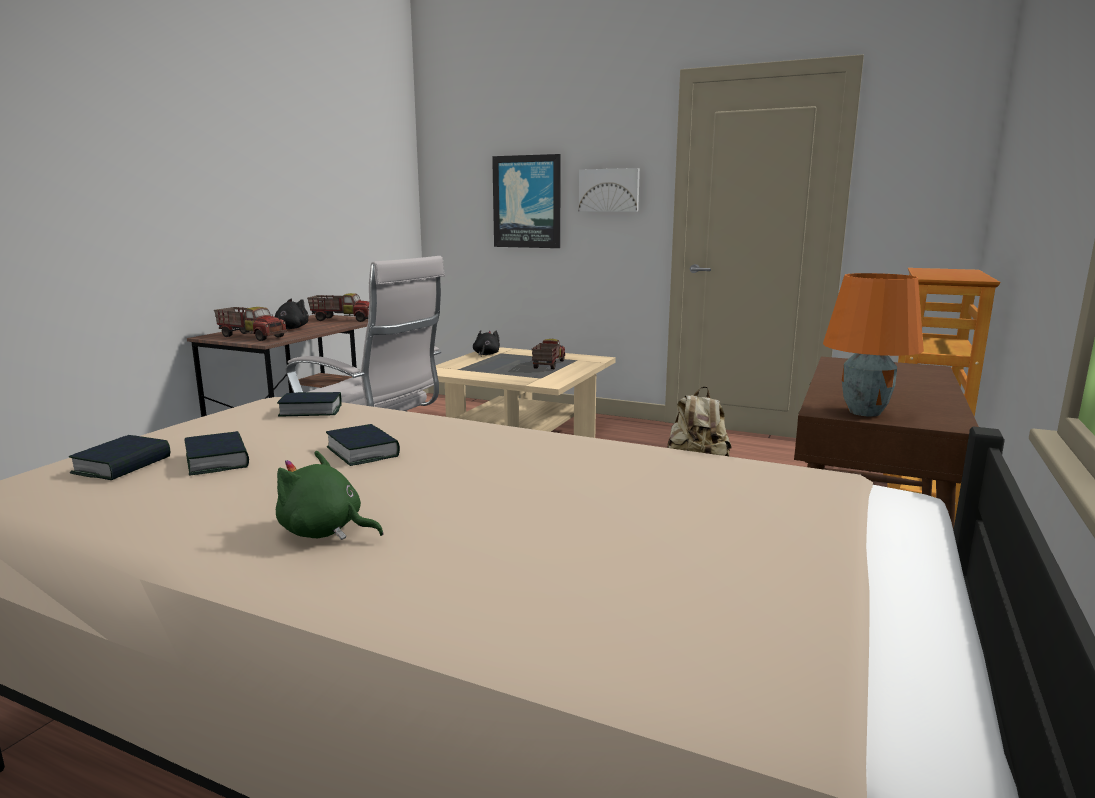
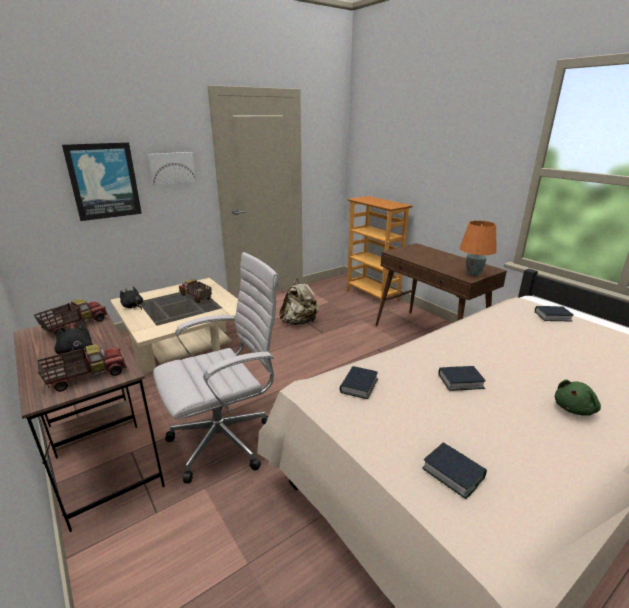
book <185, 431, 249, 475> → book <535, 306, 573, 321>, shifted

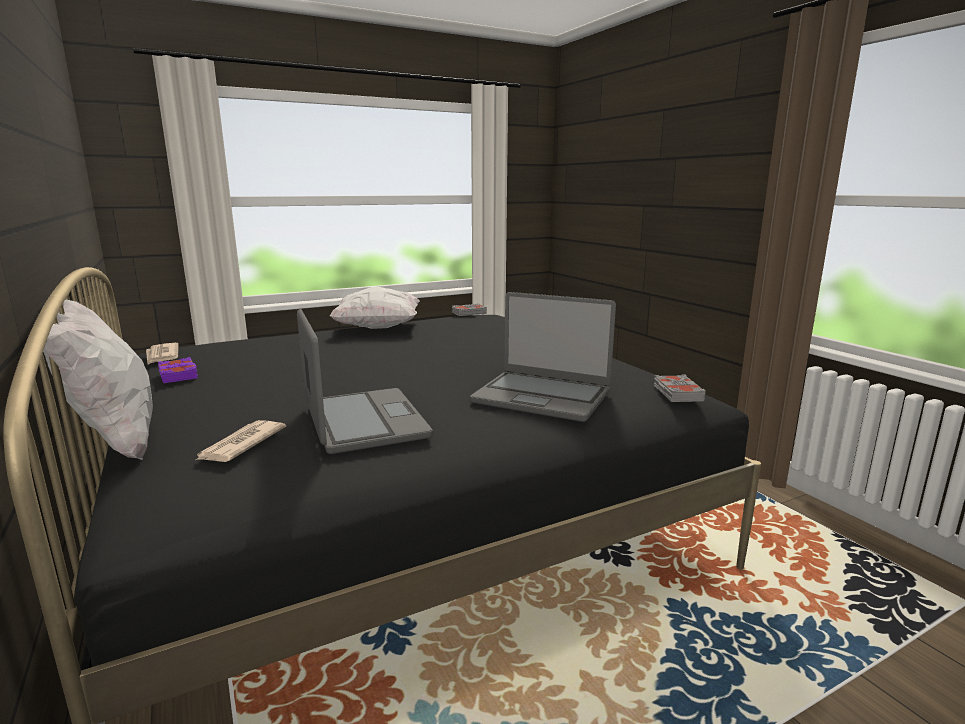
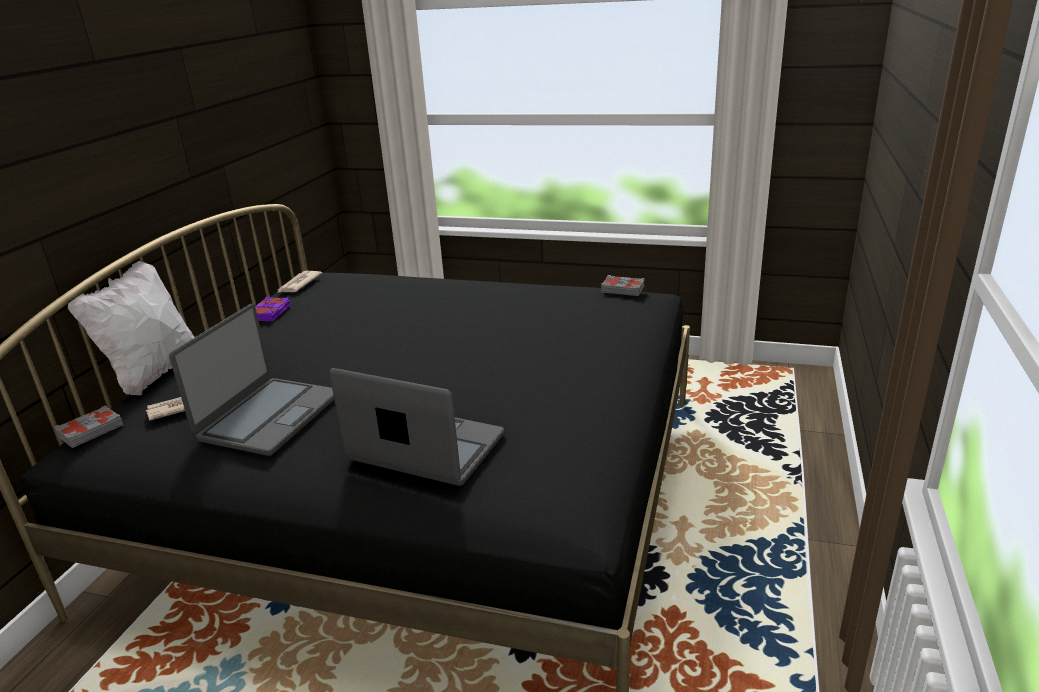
grey book <654, 374, 706, 402> → grey book <54, 405, 123, 448>, shifted
laptop <470, 292, 616, 422> → laptop <329, 368, 504, 486>, 135 degrees clockwise
white pillow <329, 287, 420, 329> → -

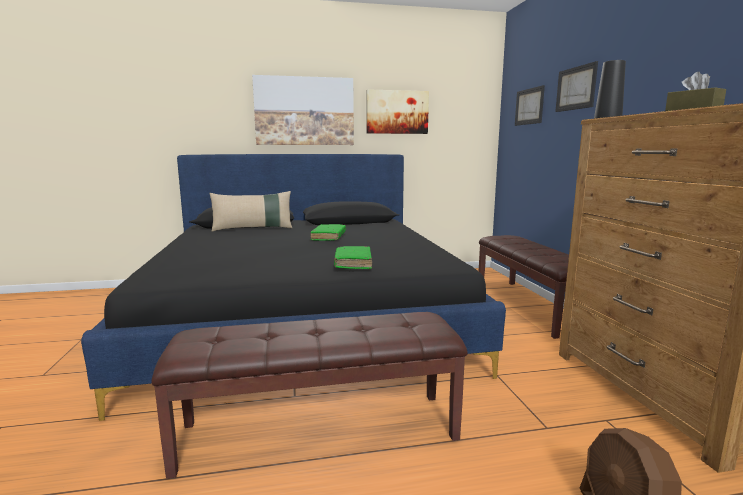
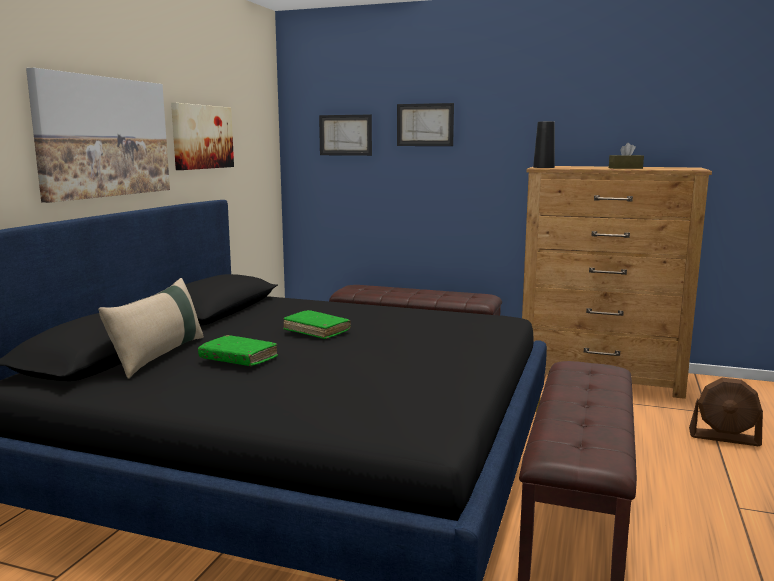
green book <334, 246, 372, 269> → green book <198, 335, 278, 366>, shifted

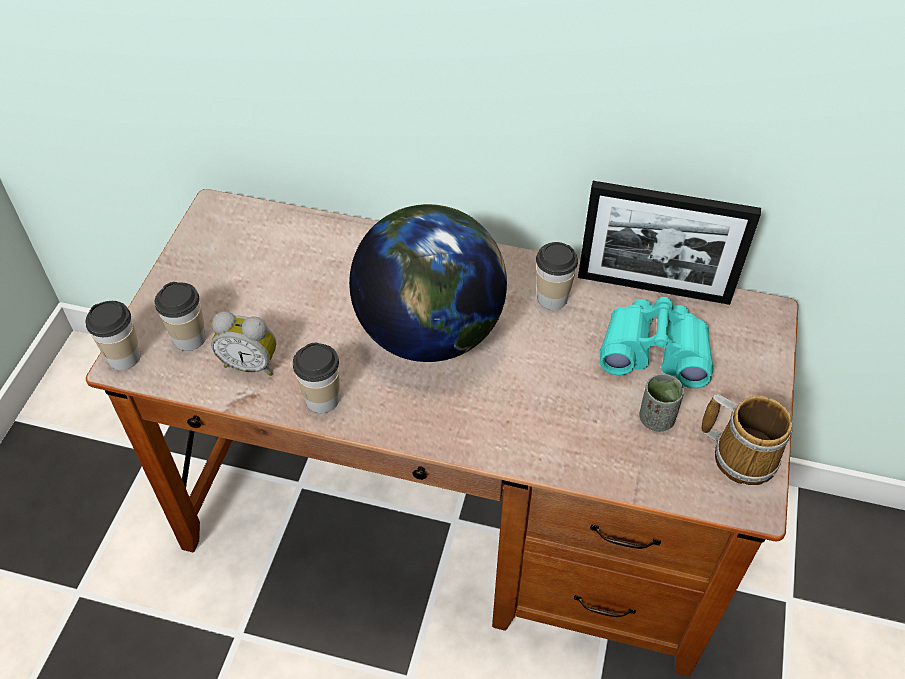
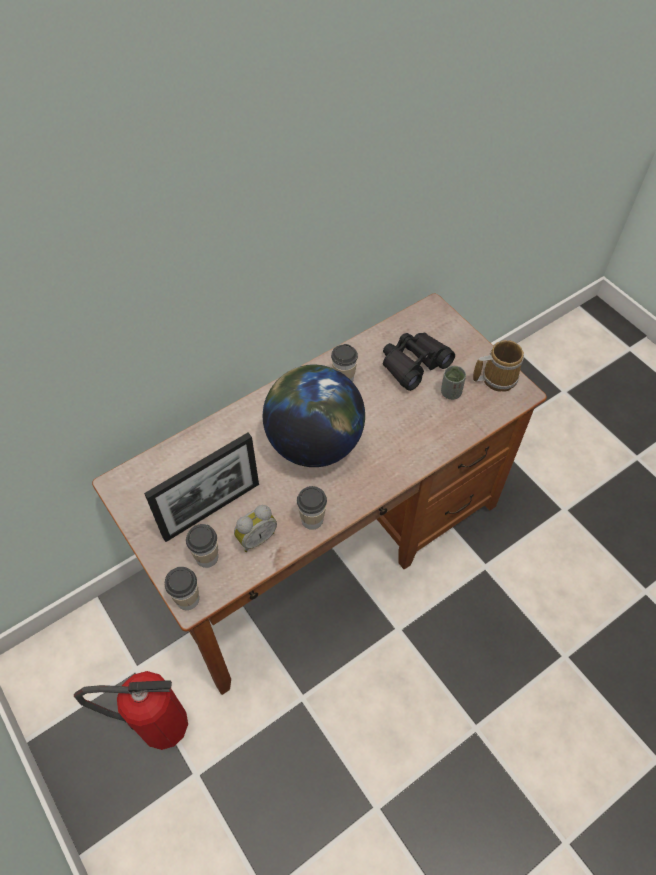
- → fire extinguisher <74, 671, 188, 750>
picture frame <578, 181, 761, 305> → picture frame <144, 433, 259, 542>, shifted
turquoise binoculars <600, 297, 714, 388> → black binoculars <383, 333, 455, 391>

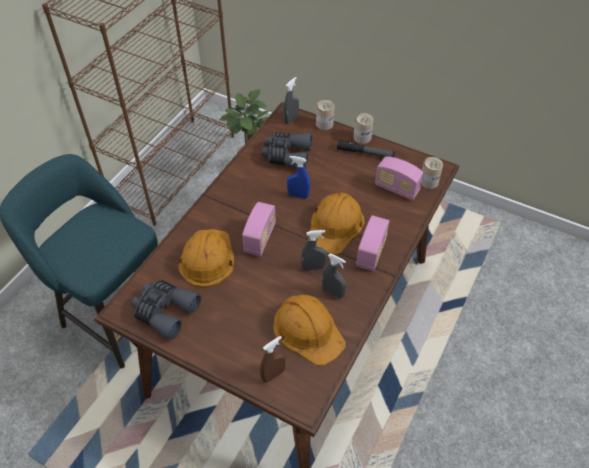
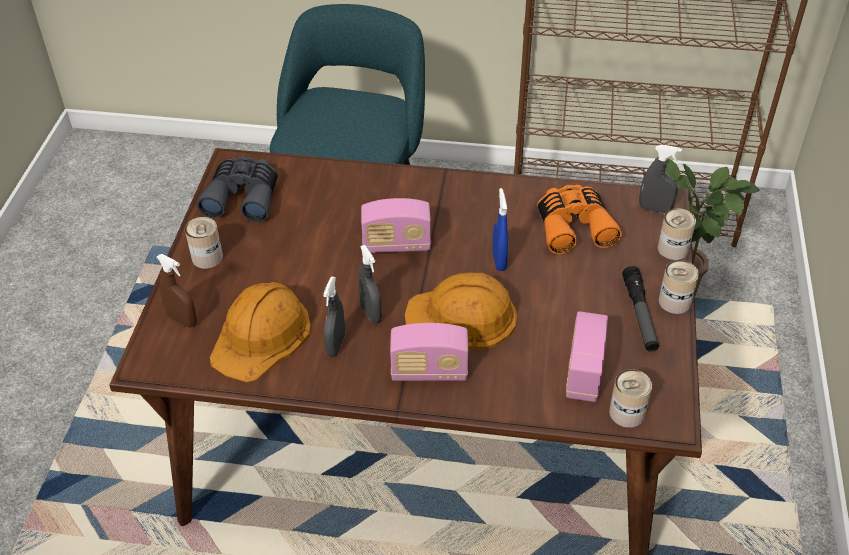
- → can <185, 217, 223, 269>
grey binoculars <262, 132, 312, 169> → orange binoculars <537, 185, 622, 254>
orange hard hat <178, 229, 234, 288> → -

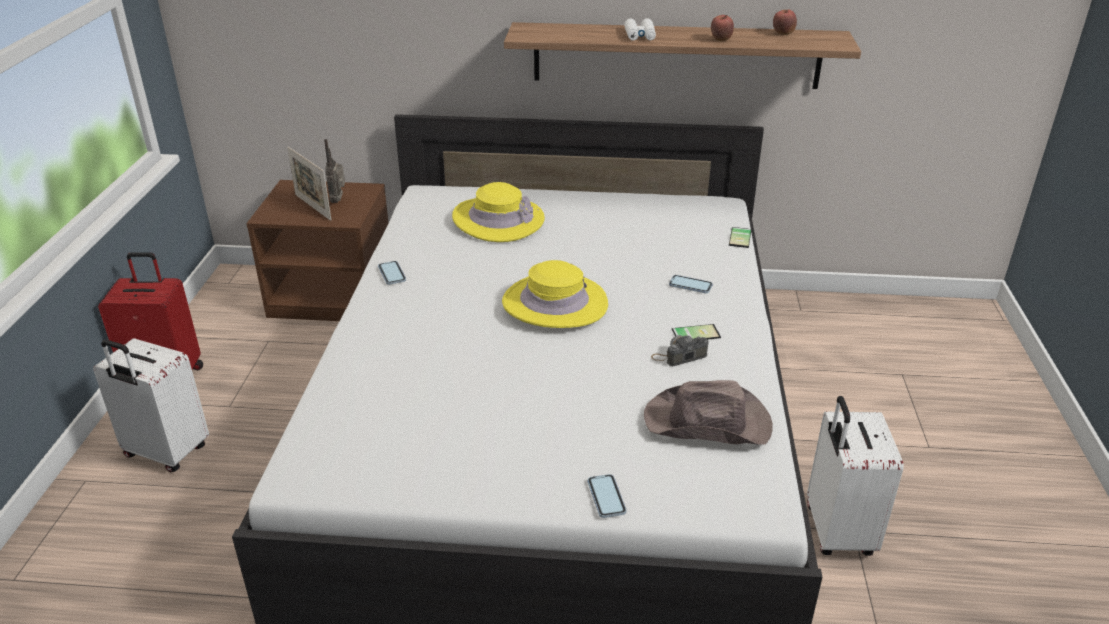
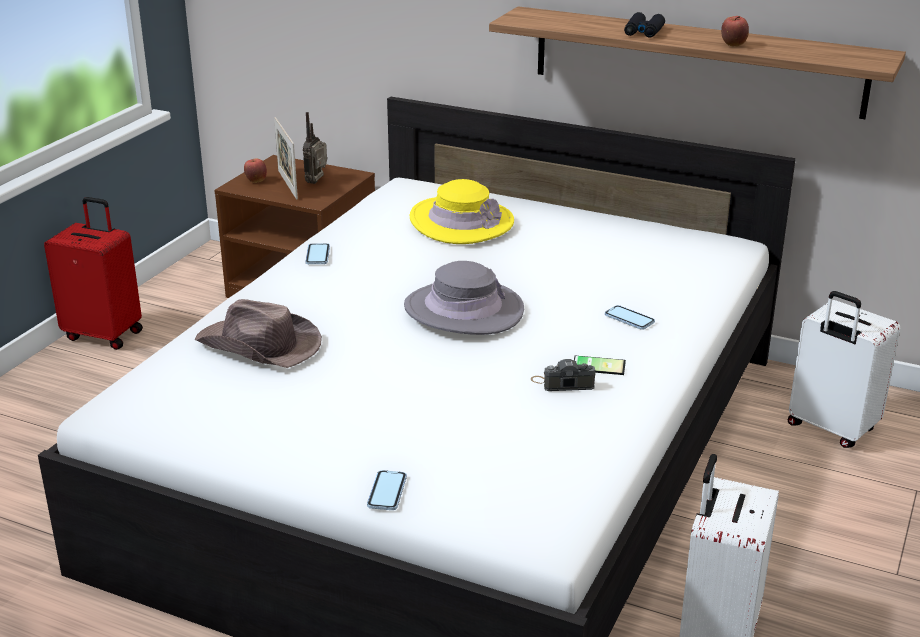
brown hat <644, 380, 773, 445> → brown hat <195, 299, 322, 368>, shifted
apple <773, 10, 797, 35> → apple <244, 159, 267, 183>, shifted
yellow hat <502, 260, 608, 328> → grey hat <404, 261, 524, 335>
white binoculars <624, 18, 656, 41> → black binoculars <624, 12, 665, 38>
white suitcase <93, 338, 209, 472> → white suitcase <788, 291, 900, 448>, shifted
phone <729, 227, 751, 248> → -

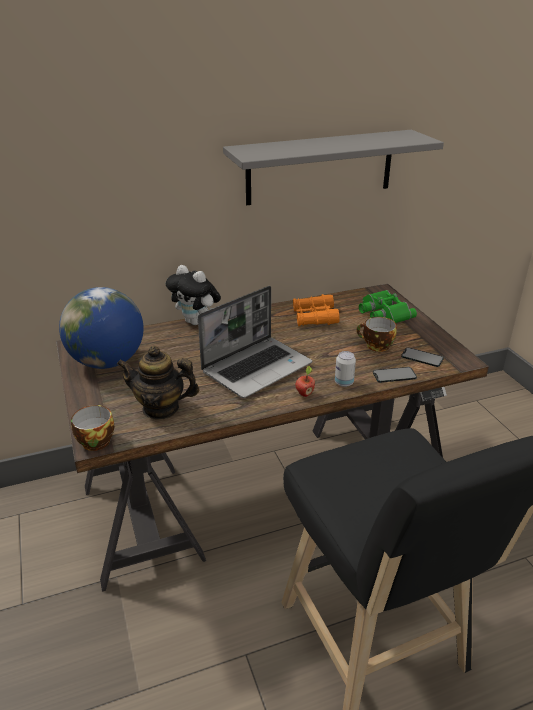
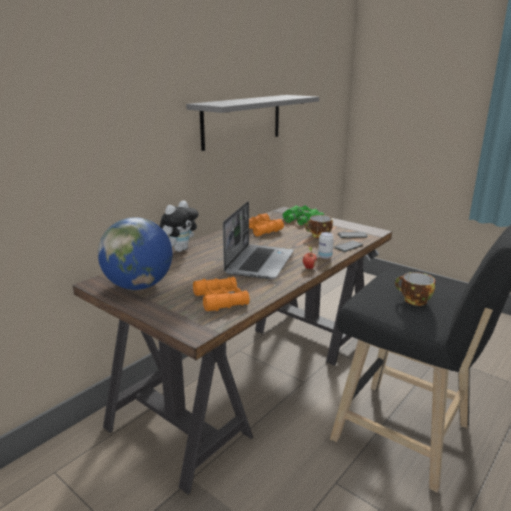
plush toy <166, 265, 221, 325> → plush toy <159, 201, 199, 252>, 60 degrees counterclockwise
teapot <117, 346, 199, 420> → orange binoculars <193, 277, 250, 311>
cup <71, 405, 114, 451> → cup <395, 272, 435, 306>, shifted

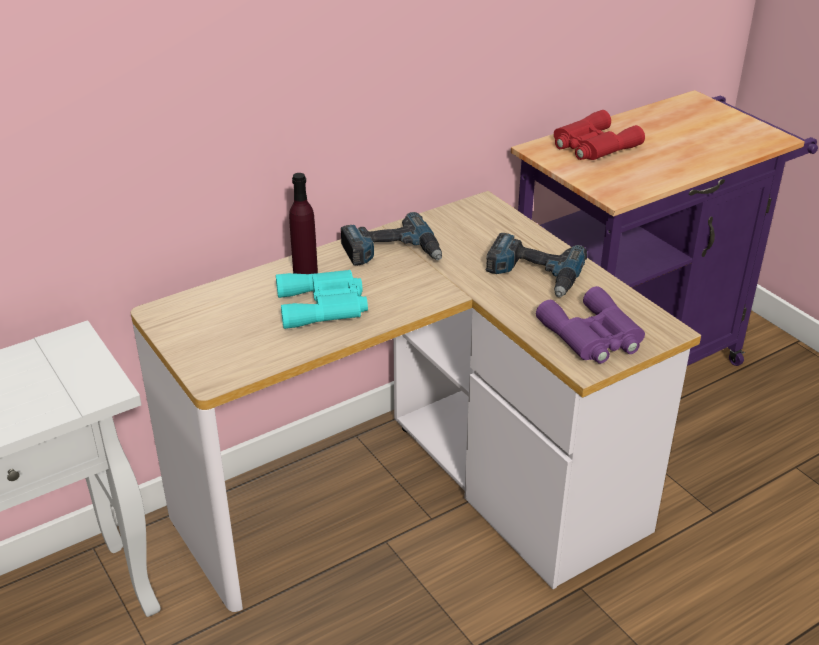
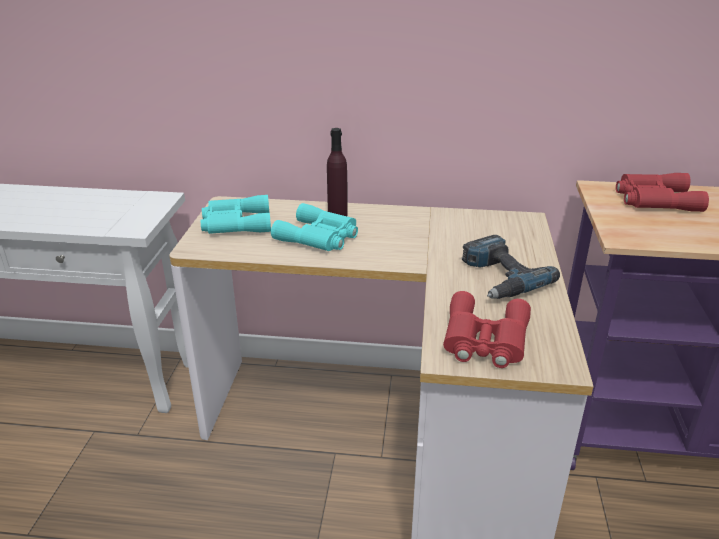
- → turquoise binoculars <201, 195, 271, 234>
purple binoculars <536, 286, 645, 364> → red binoculars <443, 291, 531, 368>
power drill <341, 212, 442, 266> → -

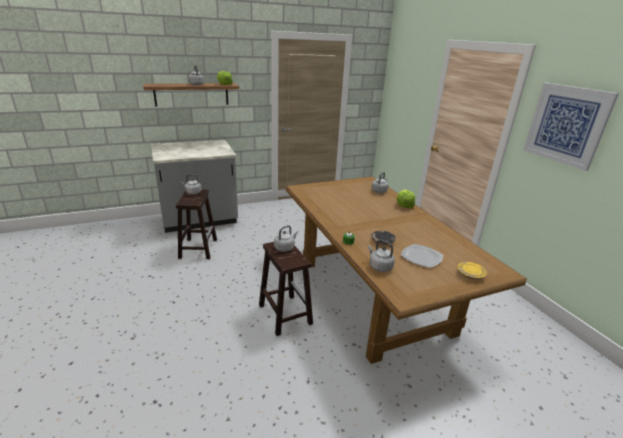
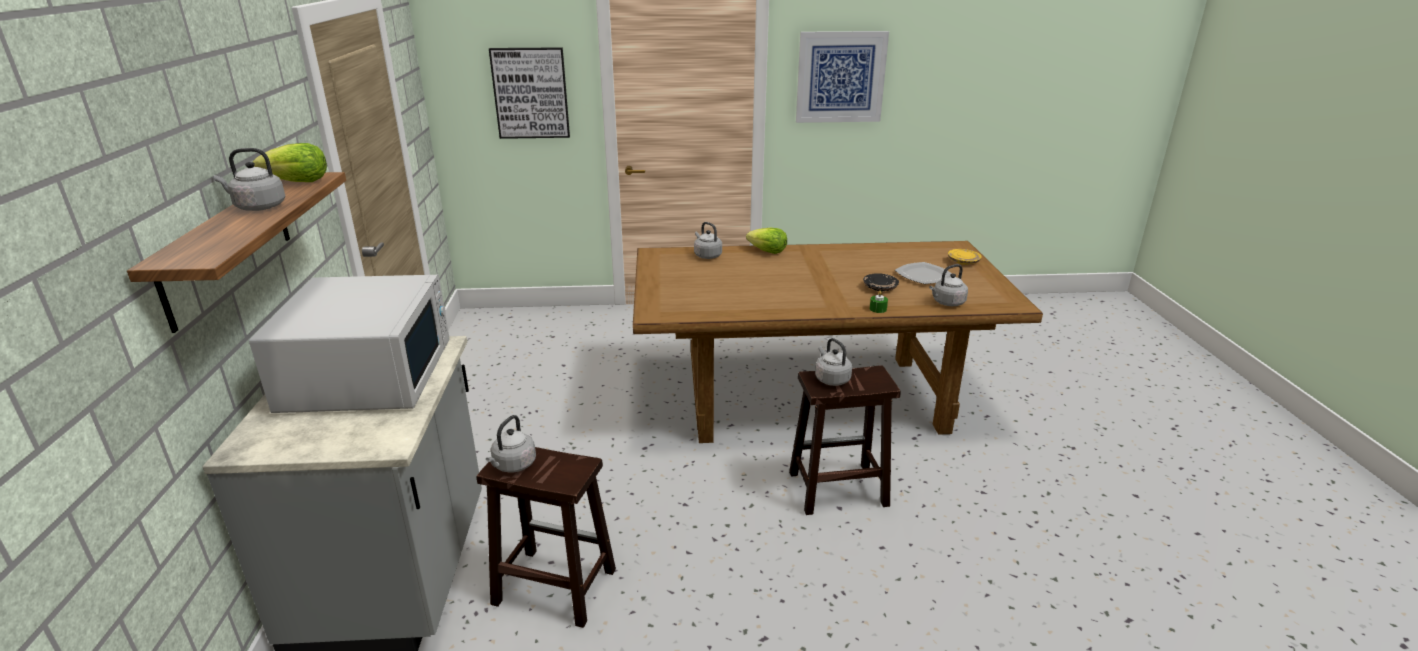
- → white microwave <249, 275, 449, 413>
- → picture <489, 47, 570, 139>

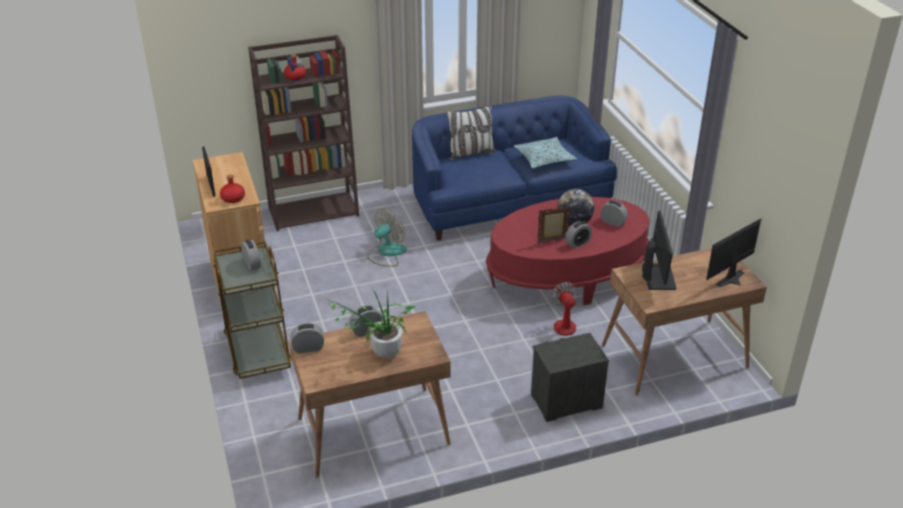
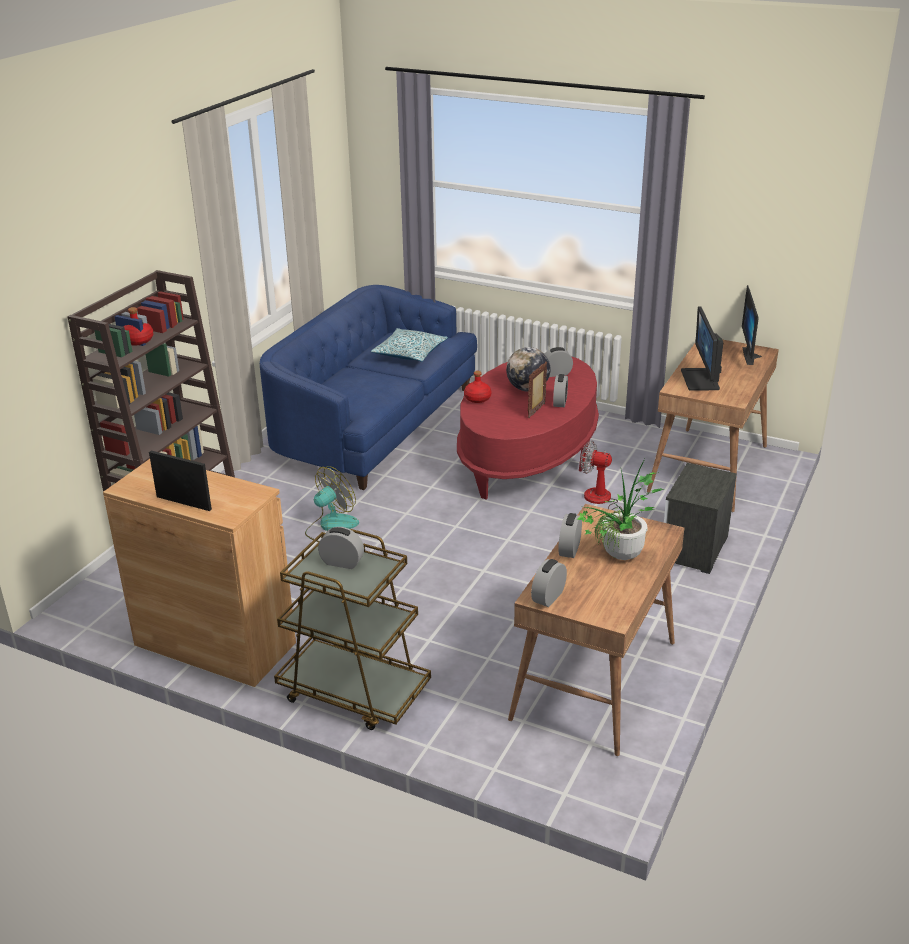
fan <367, 208, 407, 267> → fan <305, 466, 359, 542>, 45 degrees clockwise
red bottle <220, 175, 245, 203> → red bottle <464, 371, 491, 403>, shifted
monitor <642, 211, 676, 290> → monitor <681, 306, 723, 391>, 135 degrees counterclockwise
pillow <446, 105, 496, 160> → -

